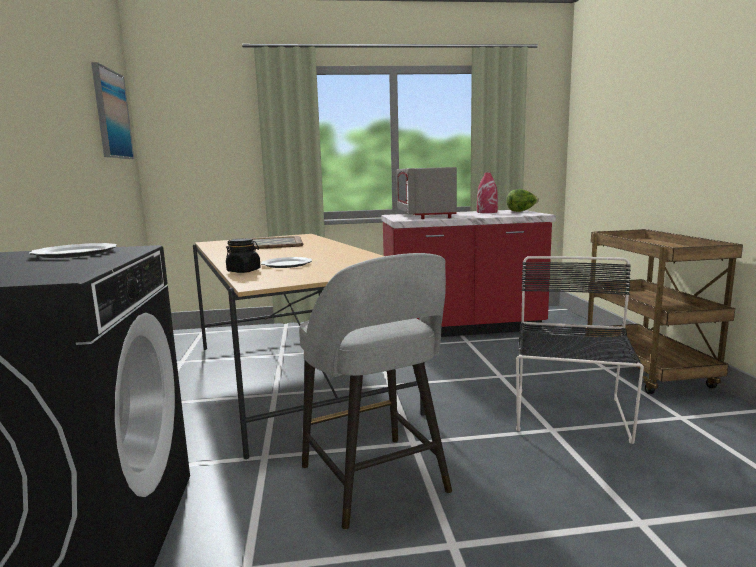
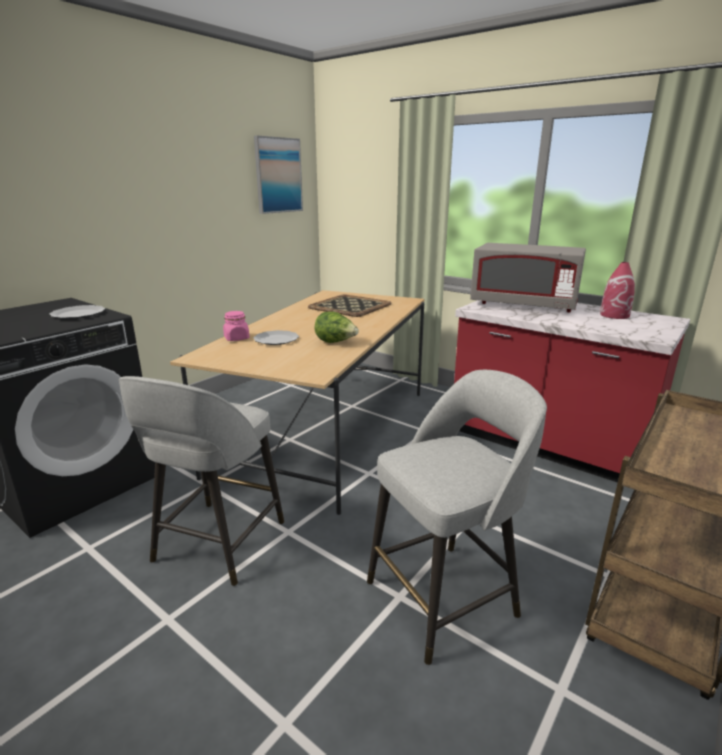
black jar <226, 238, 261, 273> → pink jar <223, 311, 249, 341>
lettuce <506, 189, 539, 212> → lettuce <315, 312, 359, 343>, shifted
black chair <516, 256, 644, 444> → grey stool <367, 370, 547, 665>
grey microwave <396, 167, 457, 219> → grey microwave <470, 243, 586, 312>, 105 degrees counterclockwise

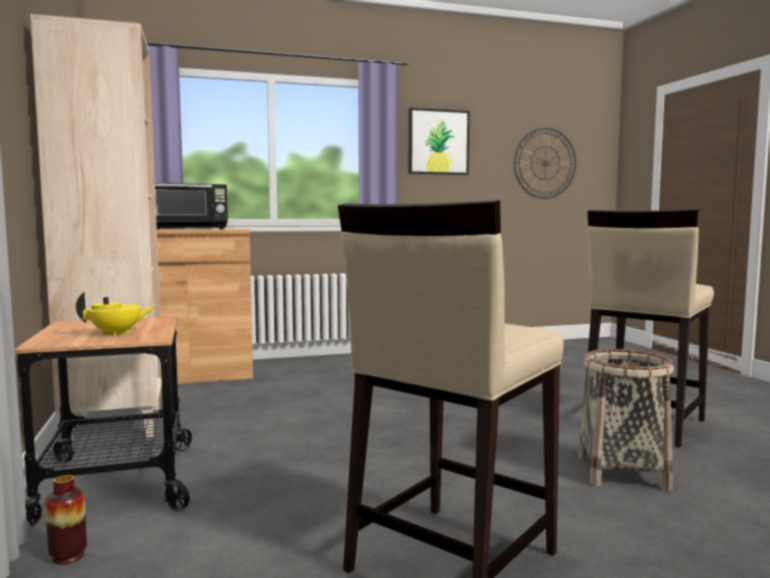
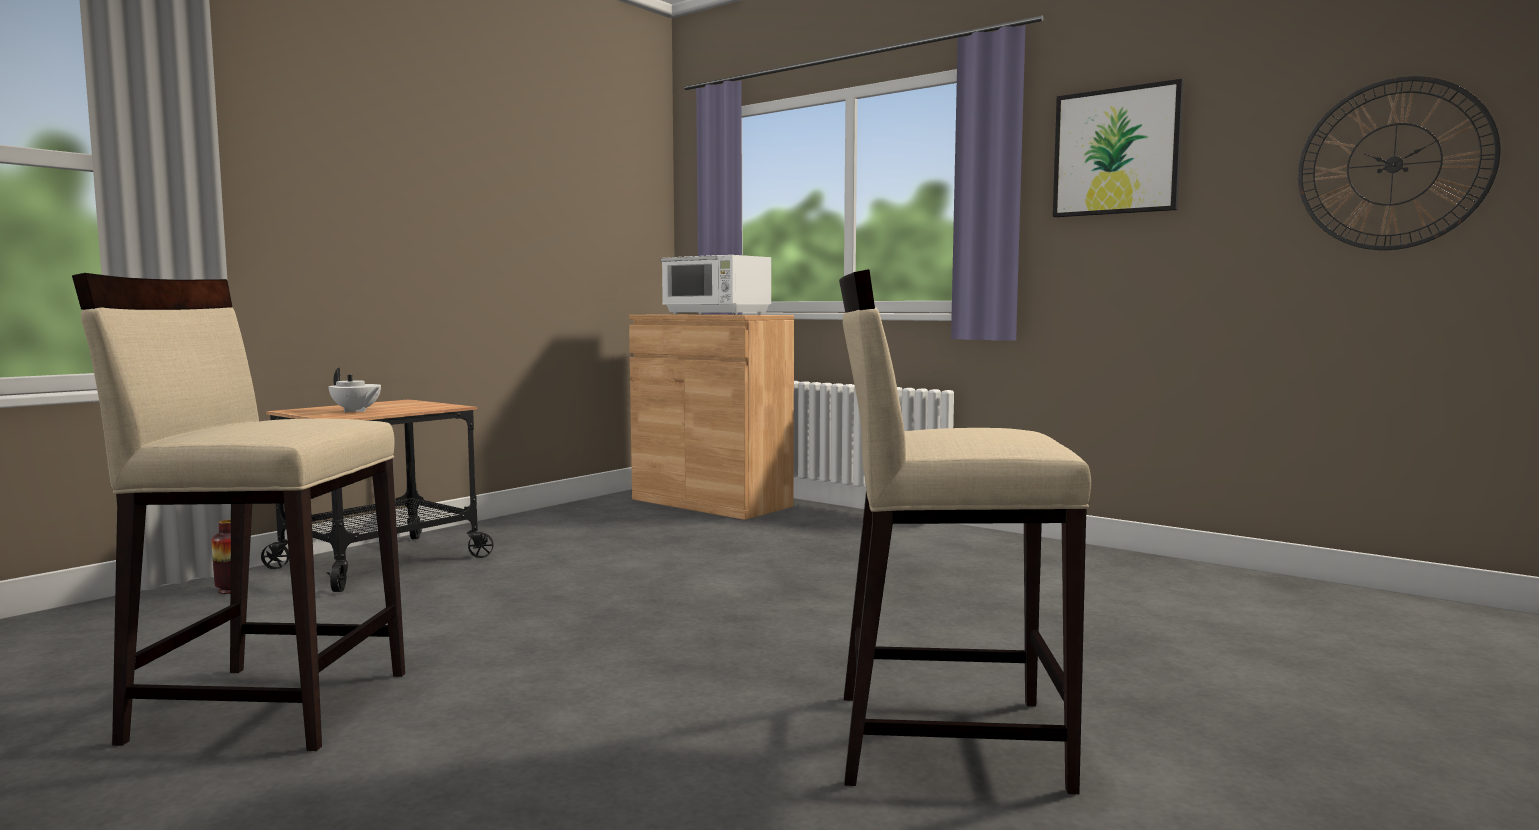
yellow teapot <76, 292, 156, 336> → white teapot <329, 368, 381, 412>
black microwave <155, 183, 228, 230> → white microwave <661, 255, 771, 315>
beige bookcase <30, 14, 162, 441> → -
basket <579, 349, 674, 490> → -

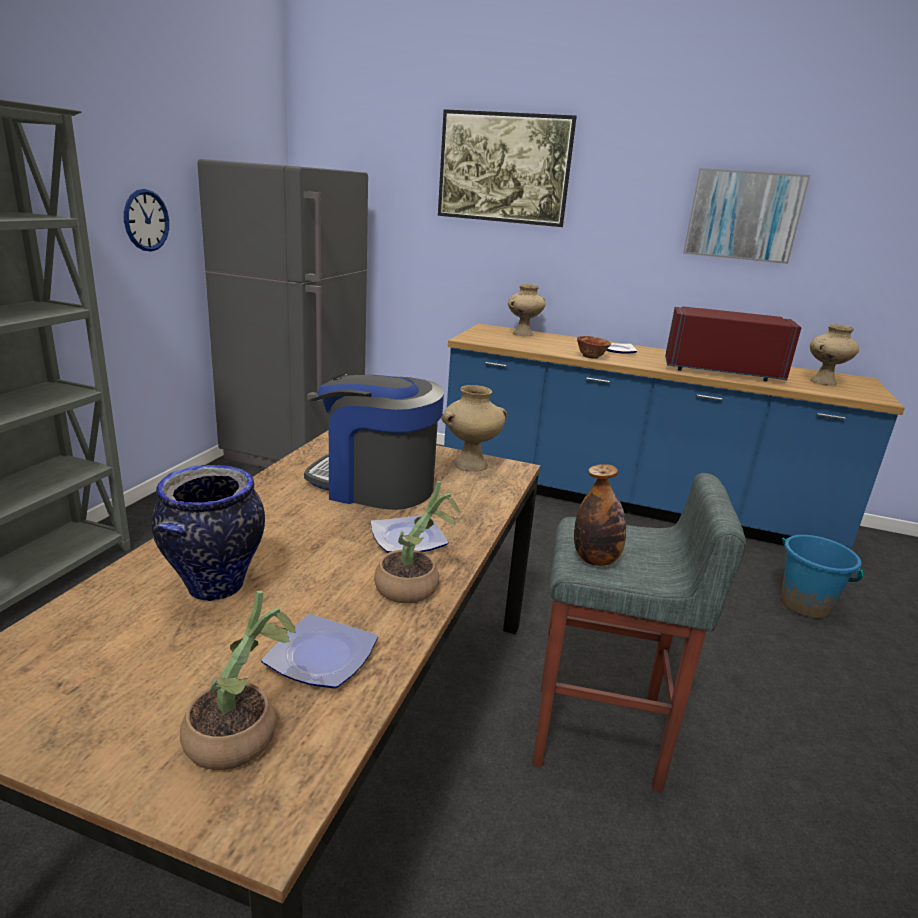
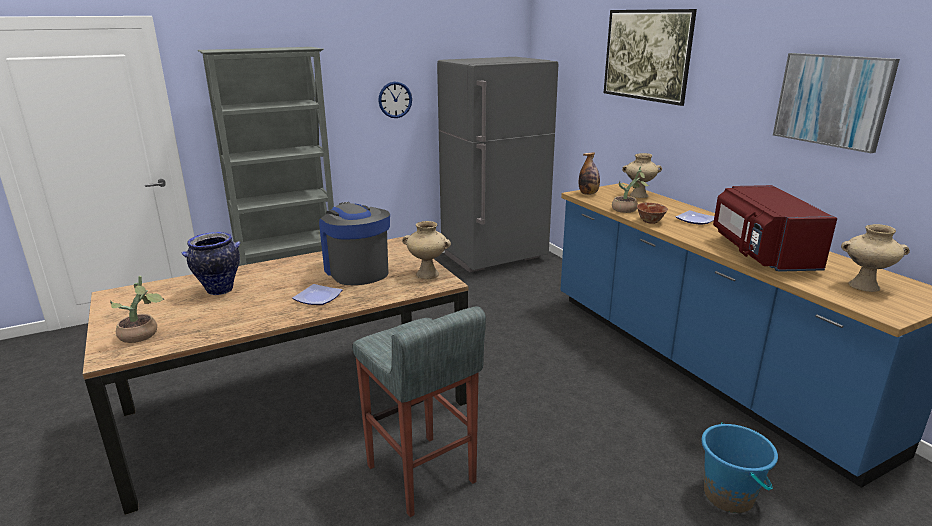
bottle <574, 464, 626, 566> → bottle <579, 152, 600, 195>, shifted
potted plant <374, 481, 460, 604> → potted plant <612, 166, 649, 213>, shifted
red microwave <665, 306, 801, 381> → red microwave <713, 185, 837, 272>, 150 degrees counterclockwise
plate <261, 614, 378, 688> → -

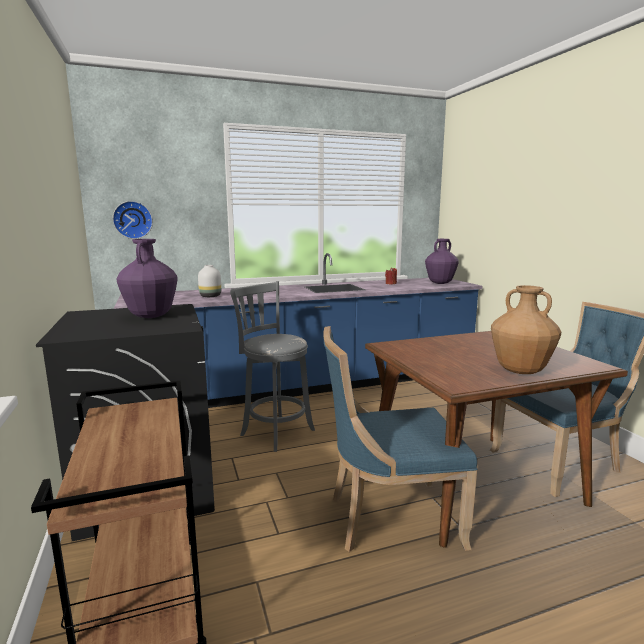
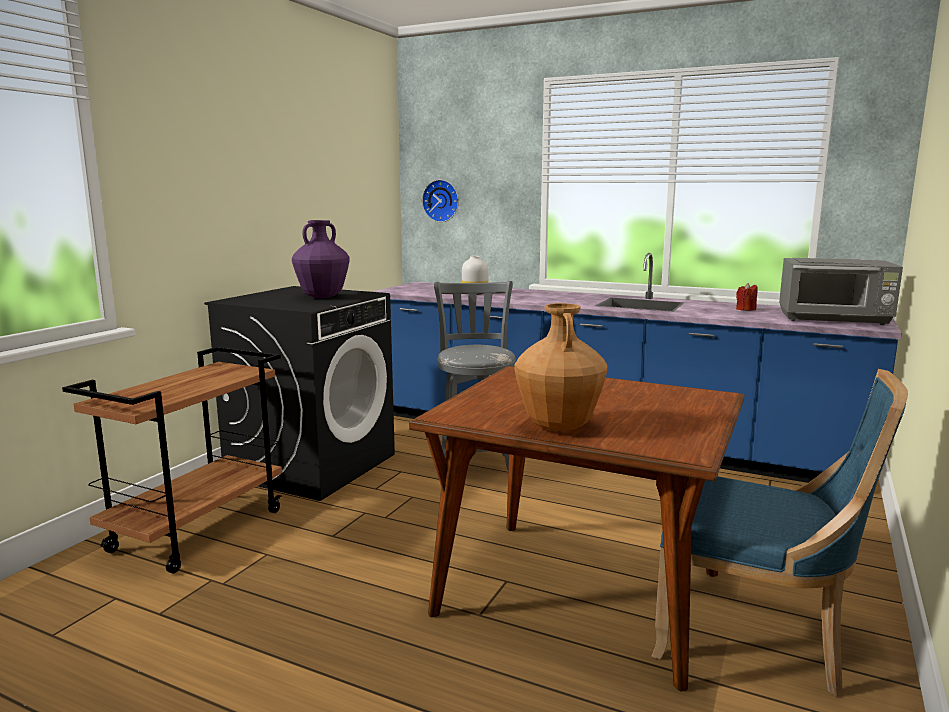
purple vase <425, 239, 459, 284> → grey microwave <779, 258, 903, 325>
blue chair <323, 326, 478, 552> → -

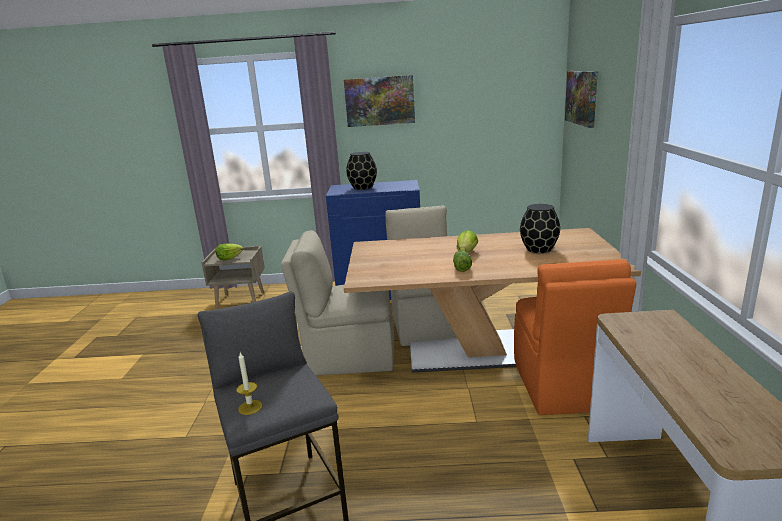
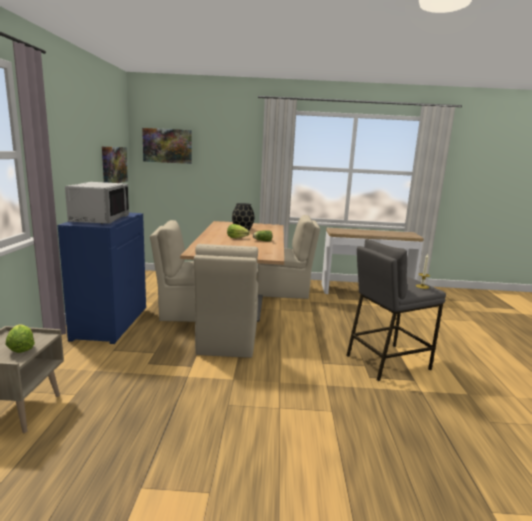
black vase <346, 152, 377, 190> → grey microwave <65, 182, 129, 224>
picture <344, 75, 415, 127> → picture <102, 147, 128, 183>, shifted
orange chair <514, 259, 636, 415> → beige chair <257, 215, 320, 299>

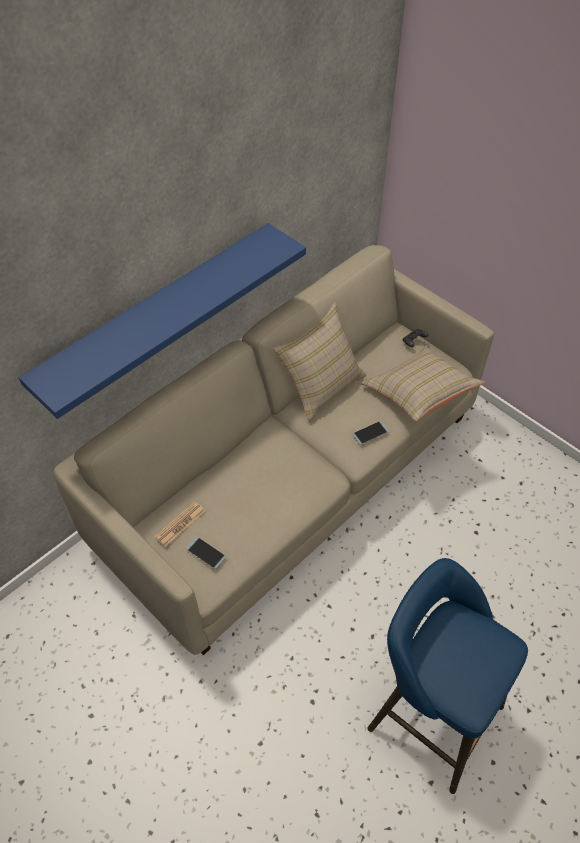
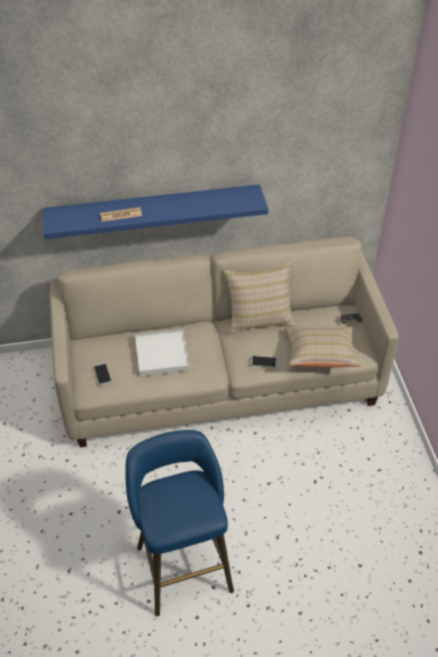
newspaper <154, 501, 206, 547> → newspaper <100, 207, 142, 222>, shifted
- → white tray <135, 329, 190, 376>

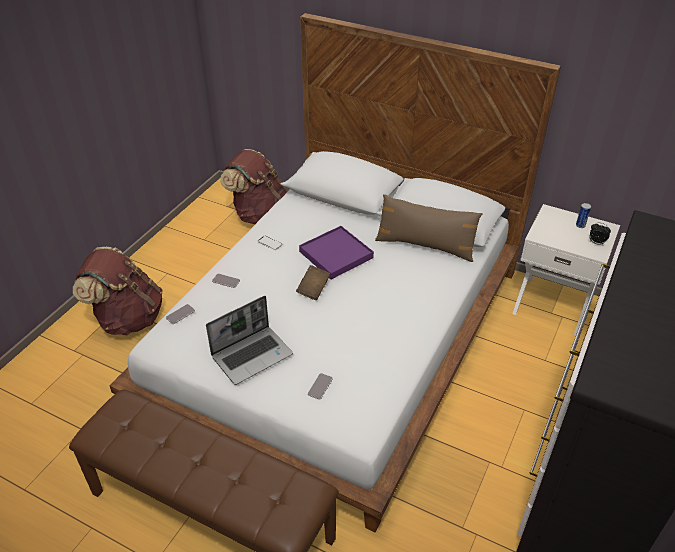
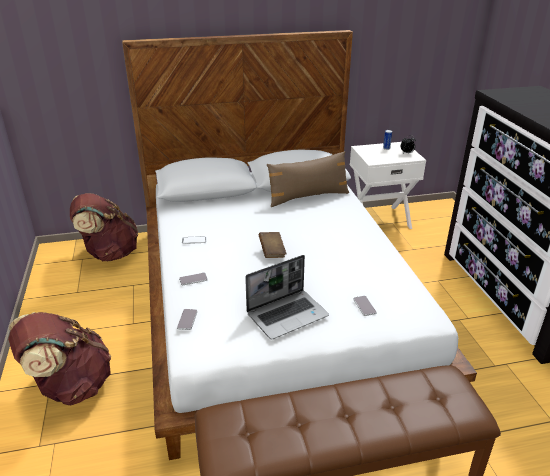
laptop <206, 296, 293, 385> → laptop <245, 255, 329, 340>, 45 degrees clockwise
purple tray <299, 226, 374, 279> → -

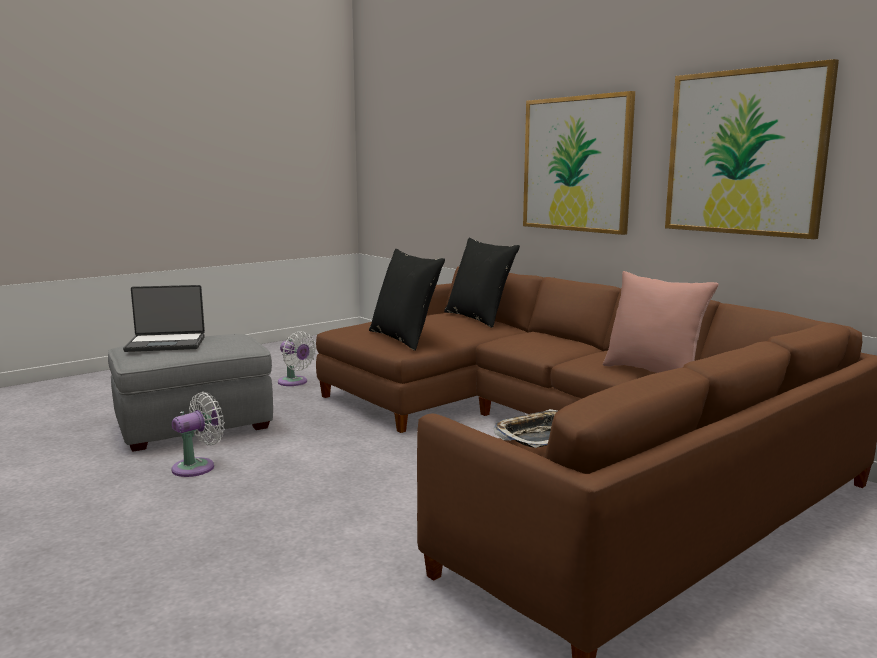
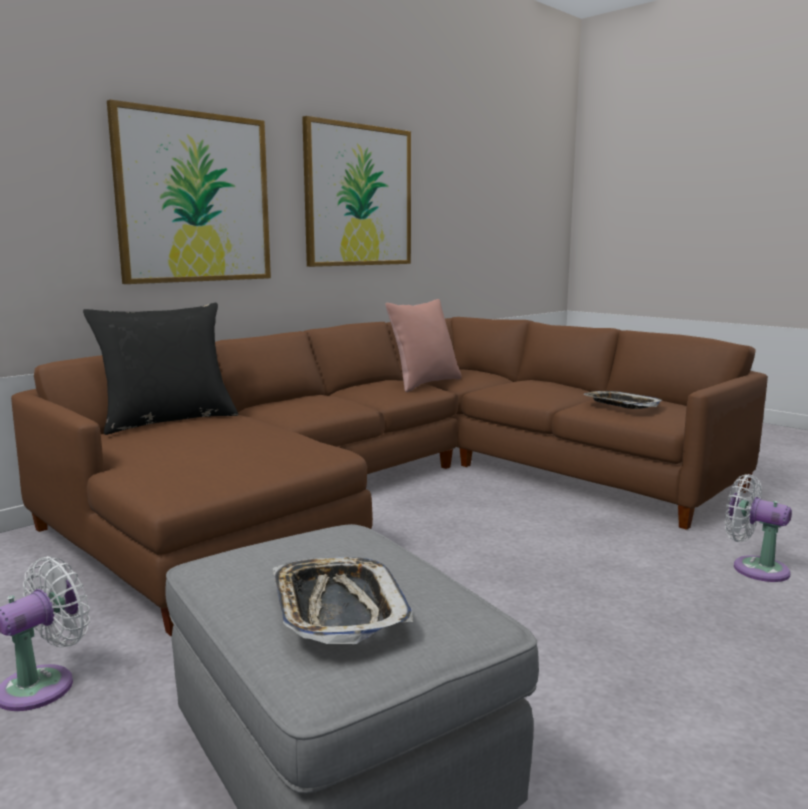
laptop <123, 285, 205, 352> → tray <273, 557, 413, 644>
white fan <171, 392, 225, 477> → white fan <725, 474, 792, 582>, shifted
black pillow <369, 249, 445, 351> → -

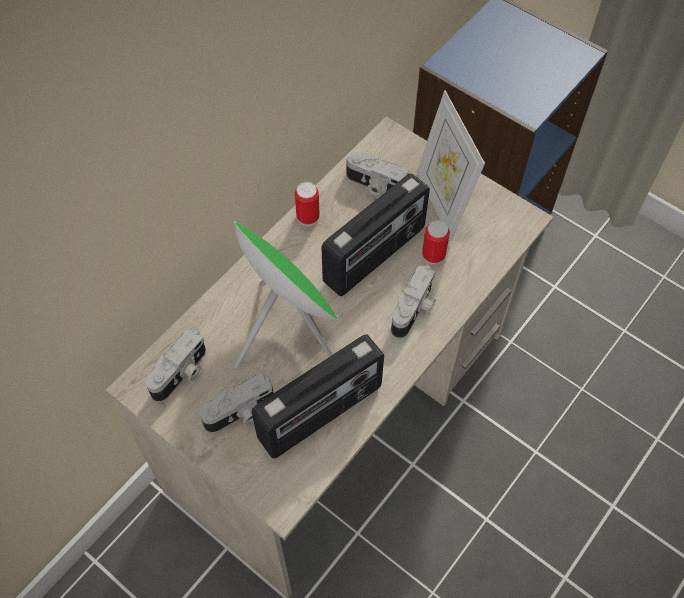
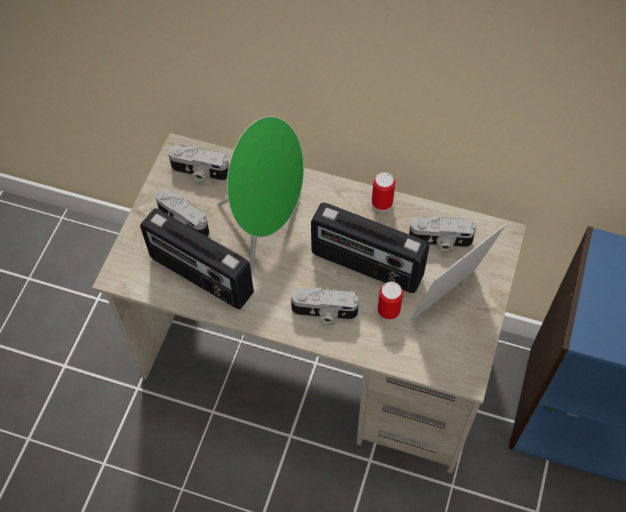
photo camera <347, 152, 409, 197> → photo camera <409, 216, 477, 253>, 90 degrees counterclockwise

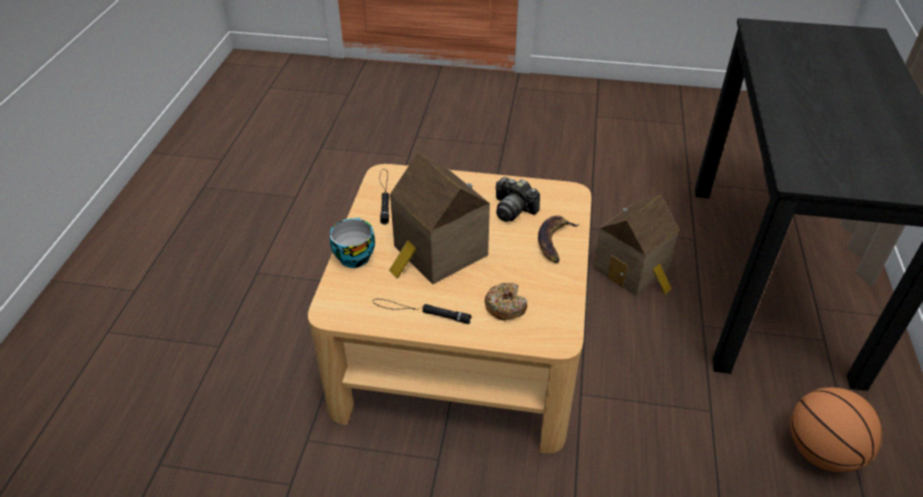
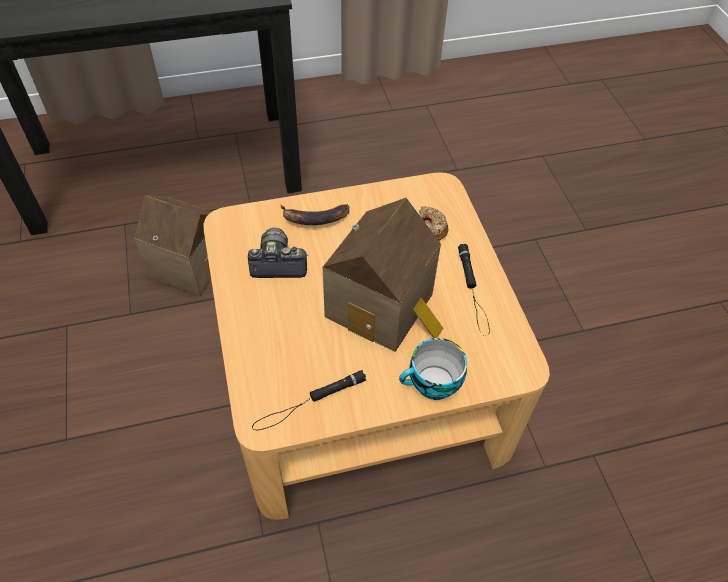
photo camera <495, 177, 540, 222> → photo camera <248, 228, 309, 278>, 105 degrees counterclockwise
basketball <790, 387, 883, 472> → -

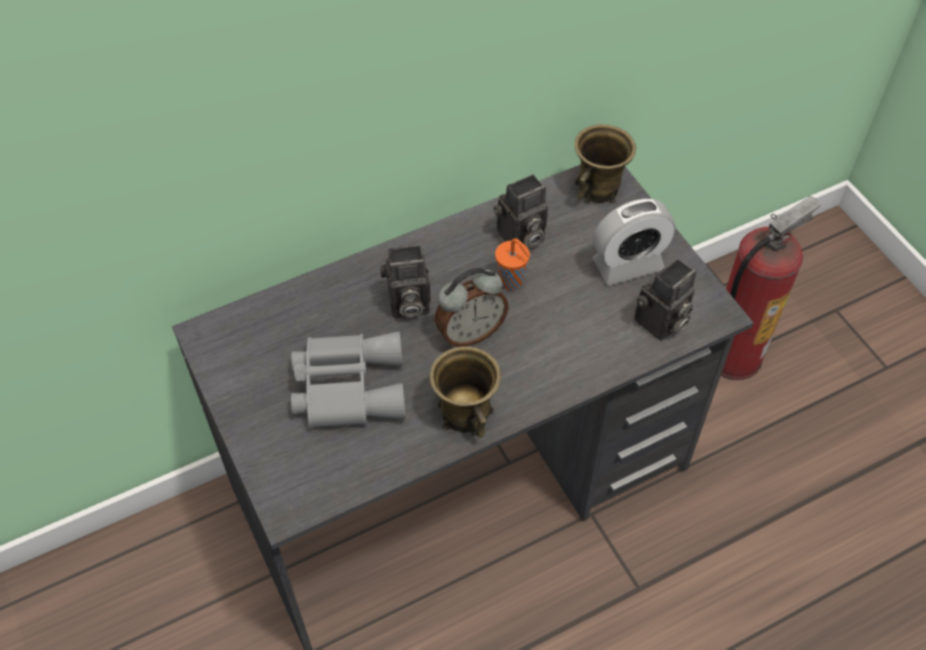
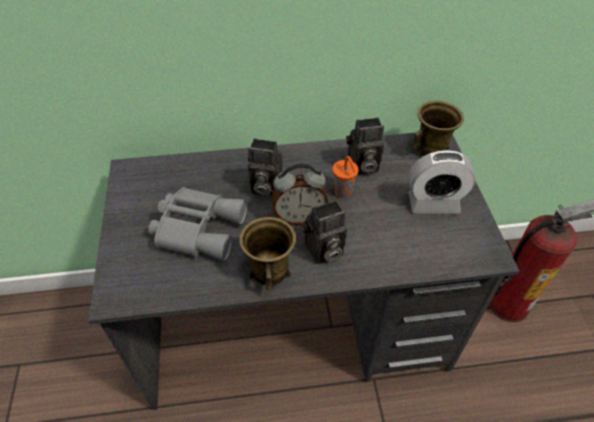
photo camera <634, 259, 696, 341> → photo camera <301, 200, 347, 264>, shifted

